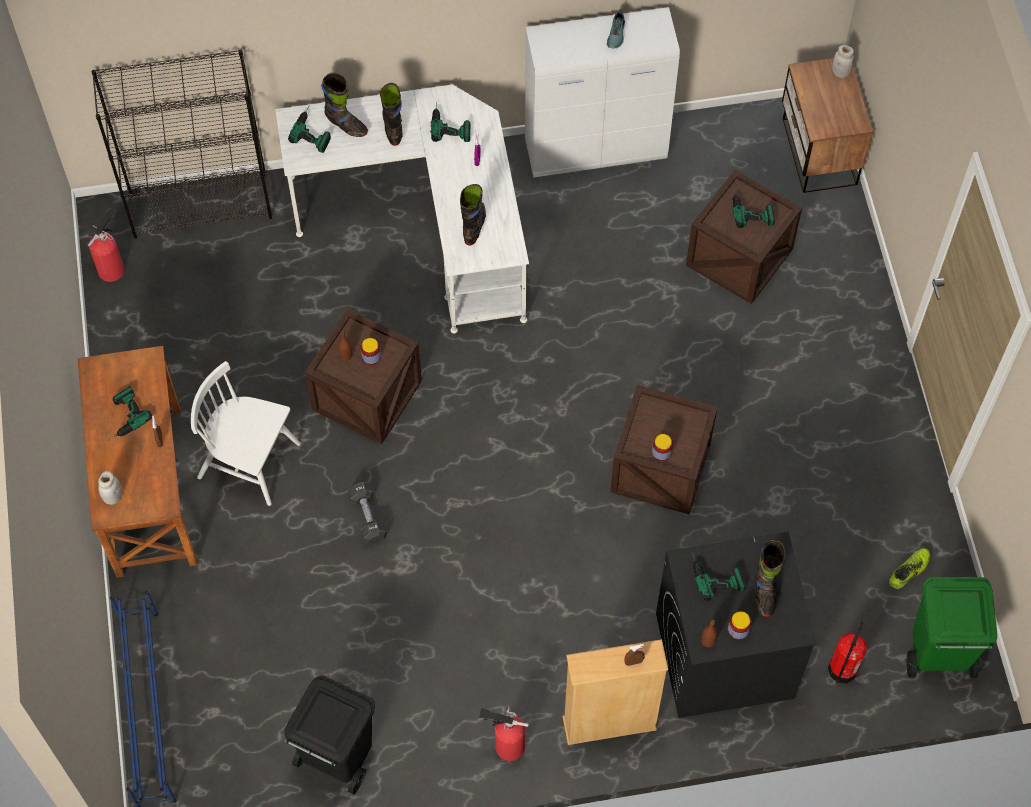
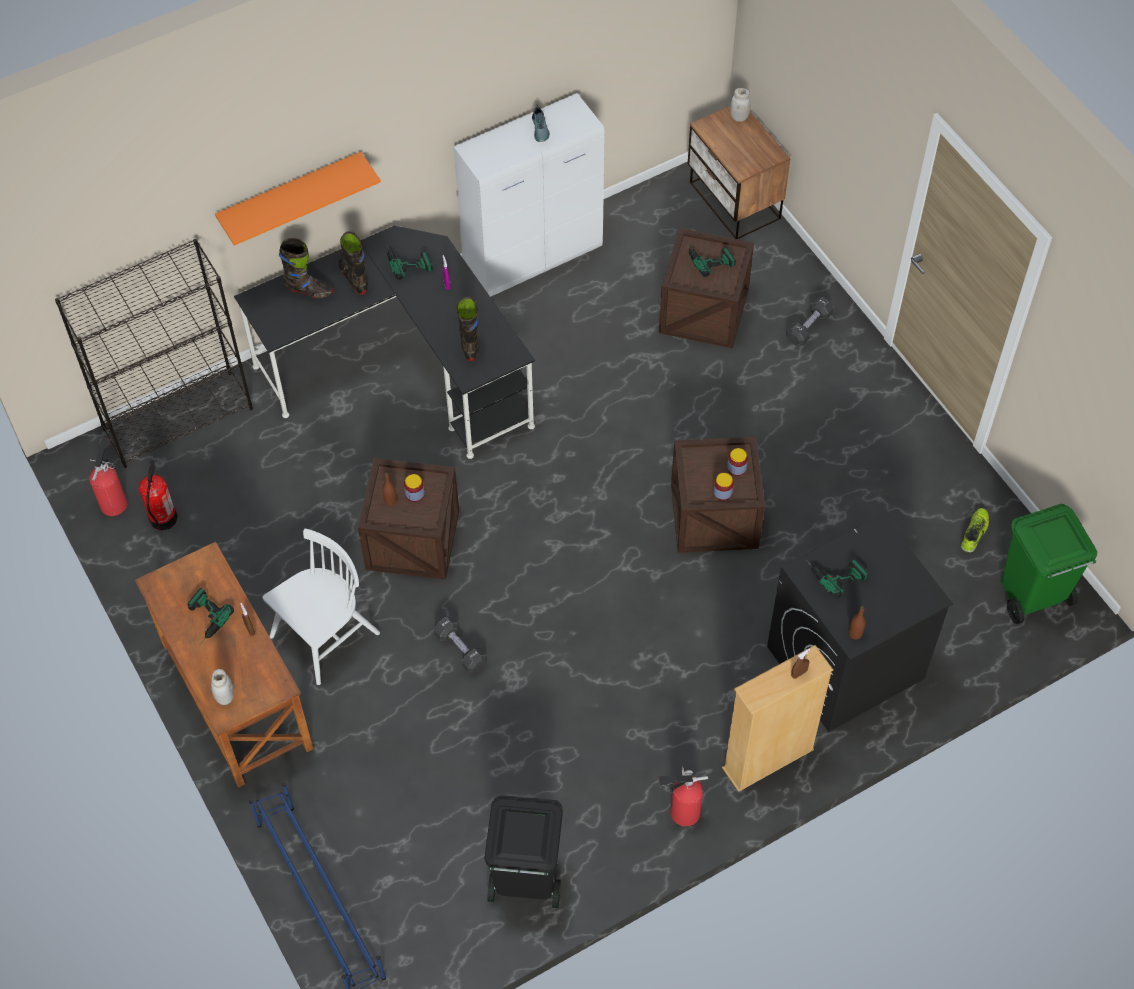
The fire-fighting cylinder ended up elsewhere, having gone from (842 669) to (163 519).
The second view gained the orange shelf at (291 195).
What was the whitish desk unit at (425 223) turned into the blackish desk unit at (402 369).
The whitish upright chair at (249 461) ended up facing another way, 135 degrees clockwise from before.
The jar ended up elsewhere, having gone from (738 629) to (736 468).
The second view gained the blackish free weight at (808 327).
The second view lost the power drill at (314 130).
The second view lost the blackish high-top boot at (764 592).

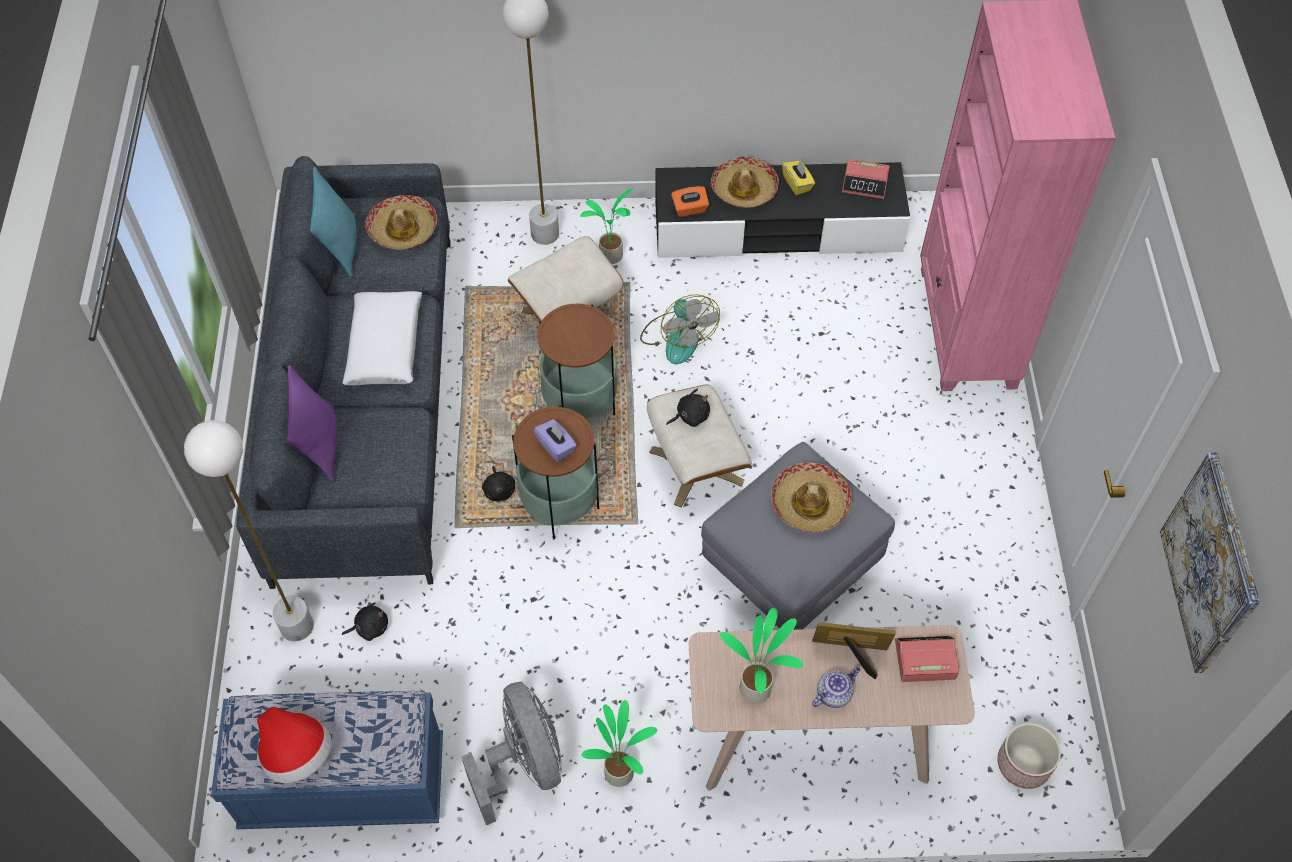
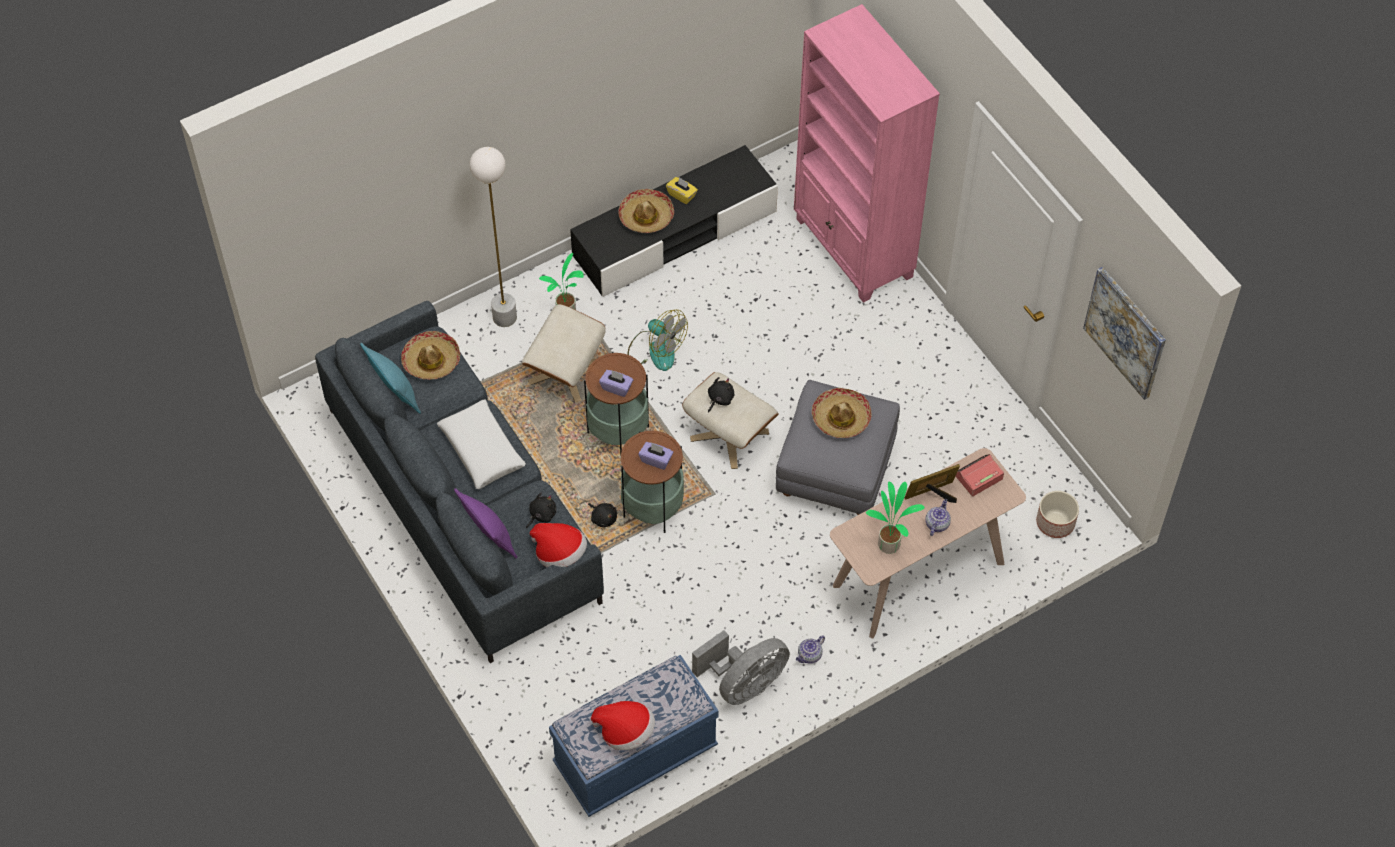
The blackish cuddly toy ended up elsewhere, having gone from (369 627) to (541 515).
The second view gained the wearable hat at (560 553).
The second view gained the purple tissue holder at (616 387).
The gray cooling fan at (523 764) ended up facing another way, 105 degrees clockwise from before.
Where the houseplant stood at (620 771), the teapot came to stand at (809 656).
The second view lost the whitish standing lamp at (296 626).
The second view lost the orange tissue holder at (690 209).
The second view lost the bedside clock at (865 183).

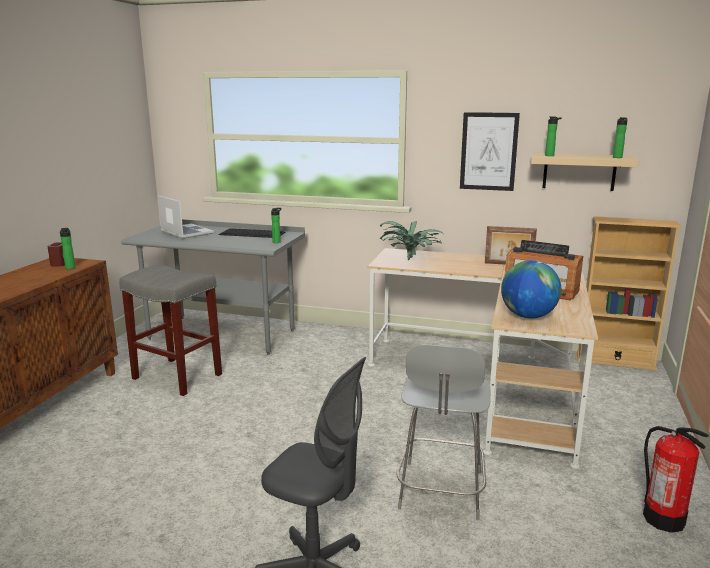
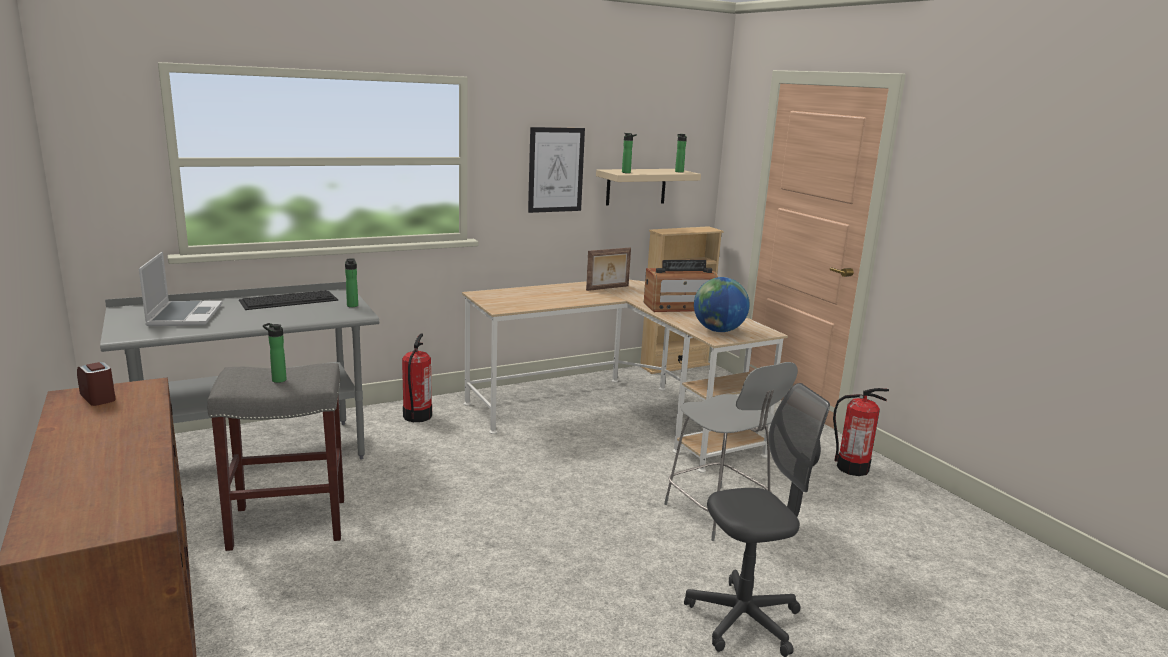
The notebook computer at (185 232) ended up facing another way, 75 degrees clockwise from before.
The bottle ended up elsewhere, having gone from (70 267) to (277 380).
The second view gained the fire-fighting cylinder at (417 416).
The second view lost the houseplant at (411 260).

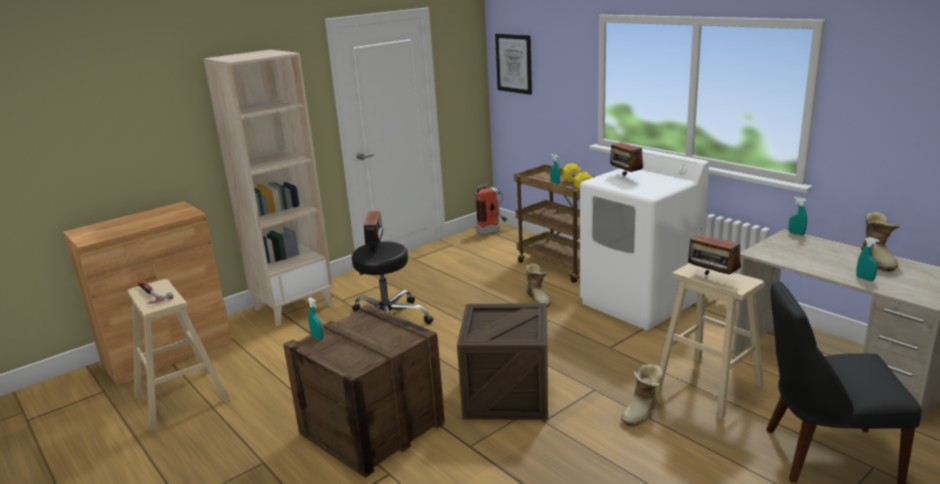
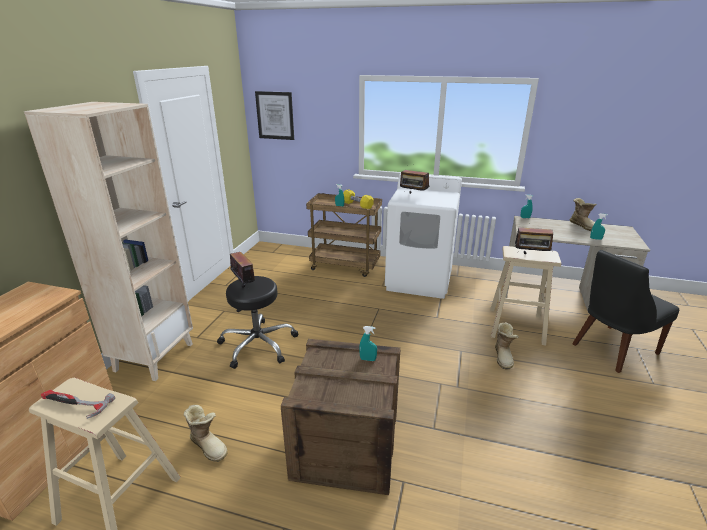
The high-top boot ended up elsewhere, having gone from (539 299) to (209 445).
The blue-green sprayer ended up elsewhere, having gone from (317 337) to (368 359).
The second view lost the packing crate at (507 394).
The second view lost the fire-fighting cylinder at (492 231).

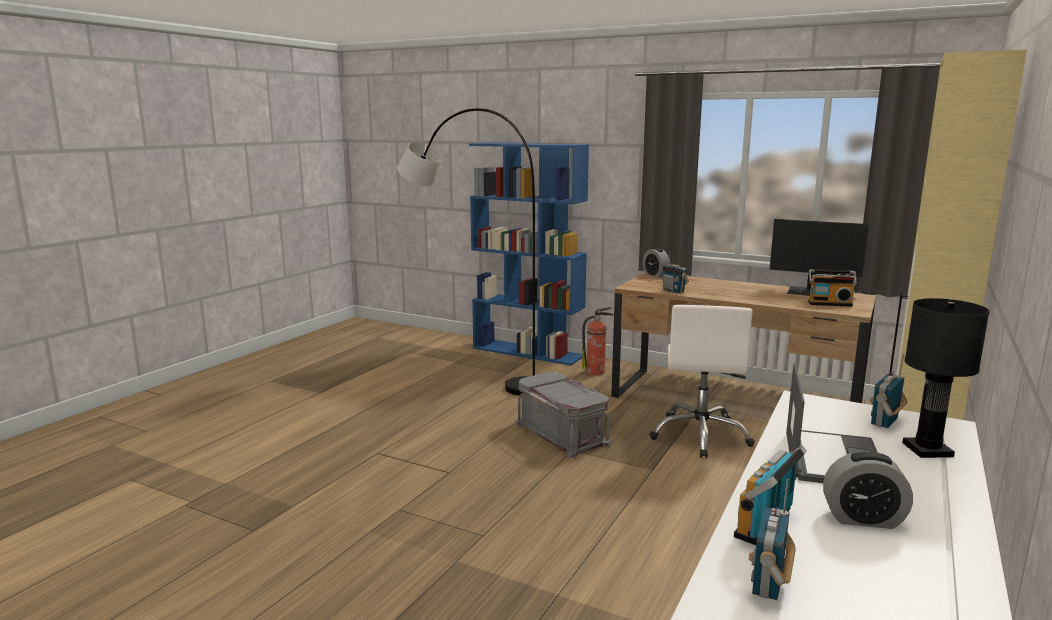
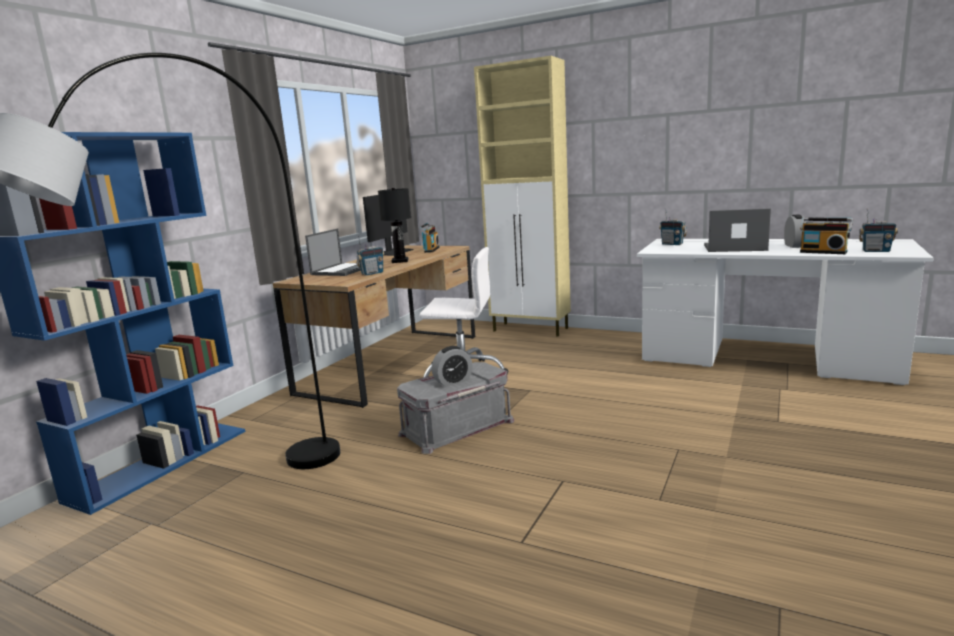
The second view gained the notebook computer at (343 270).
The blackish lamp for a table ended up elsewhere, having gone from (926 449) to (399 261).
The bedside clock ended up elsewhere, having gone from (655 275) to (453 381).
The second view lost the fire-fighting cylinder at (596 372).

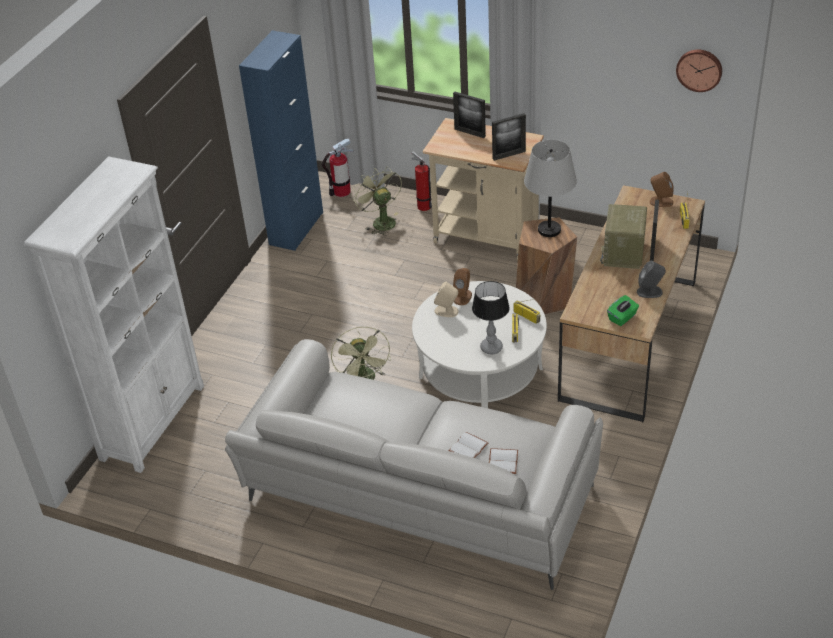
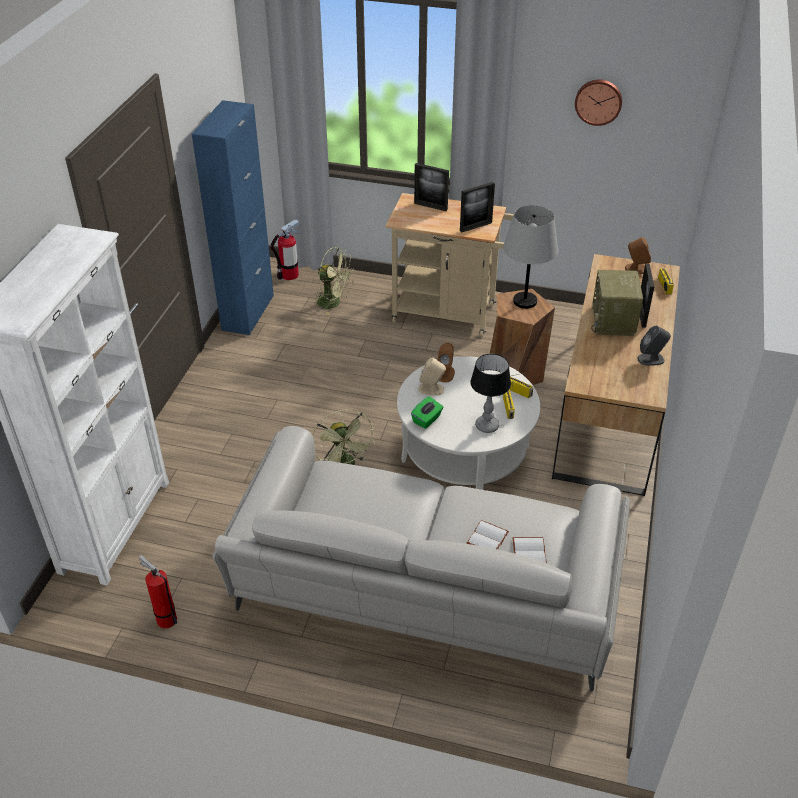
The fire-fighting cylinder ended up elsewhere, having gone from (422 206) to (165 618).
The greenish cooling fan at (380 221) ended up facing another way, 150 degrees clockwise from before.
The greenish tissue holder ended up elsewhere, having gone from (622 318) to (427 419).
The clock on the wall ended up elsewhere, having gone from (699 69) to (598 101).

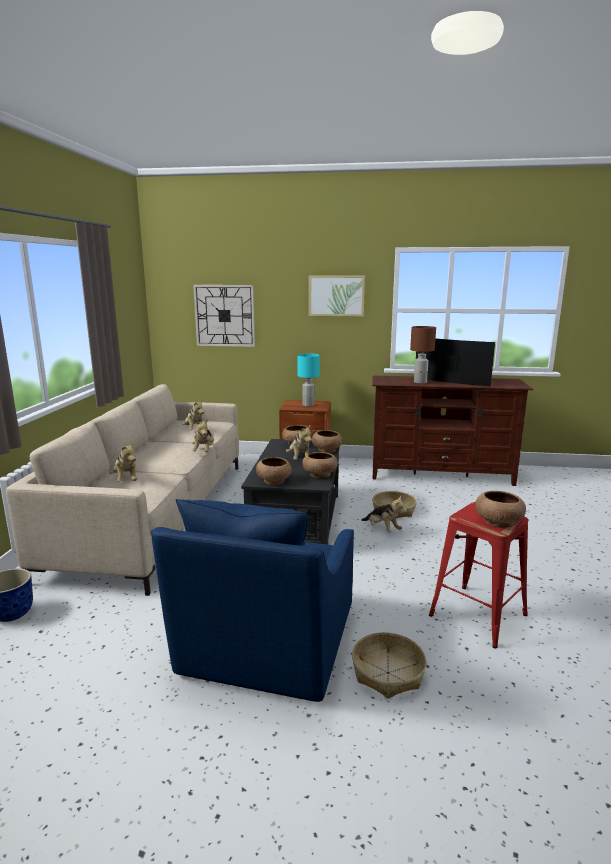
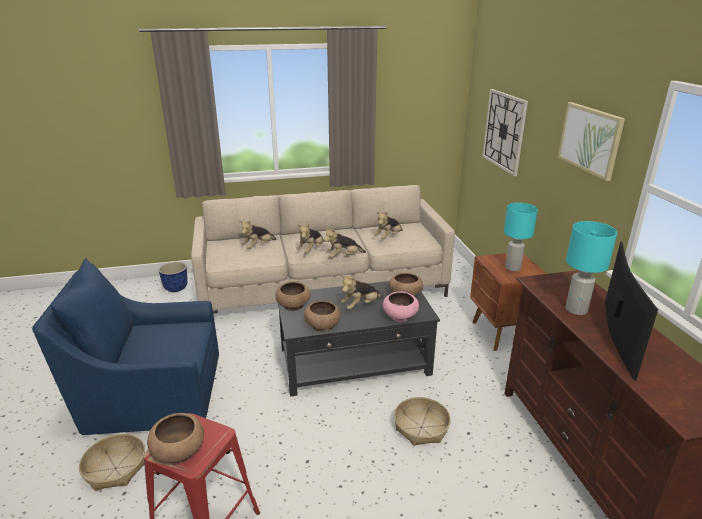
The cuddly toy ended up elsewhere, having gone from (382 529) to (311 250).
What was the brown deep dish at (327 450) turned into the pink deep dish at (400 316).
What was the brown lamp for a table at (420 382) turned into the blue-green lamp for a table at (576 310).

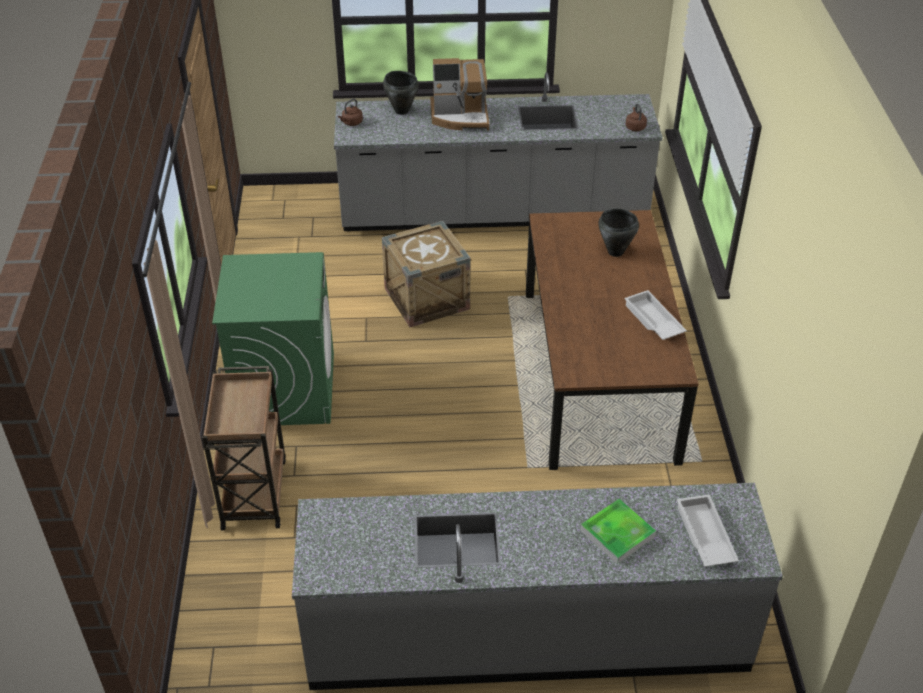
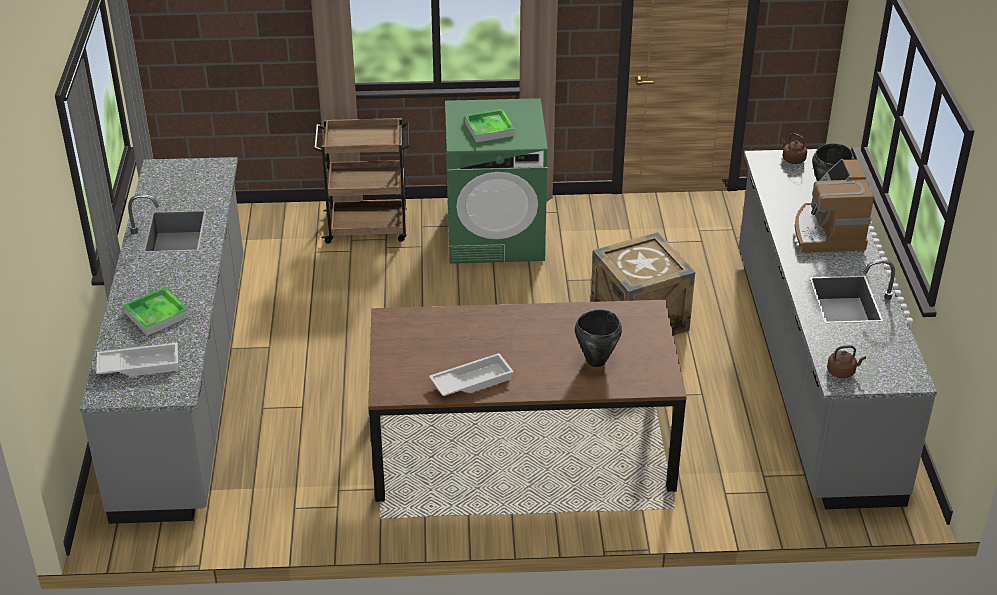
The second view gained the tray at (489 129).

